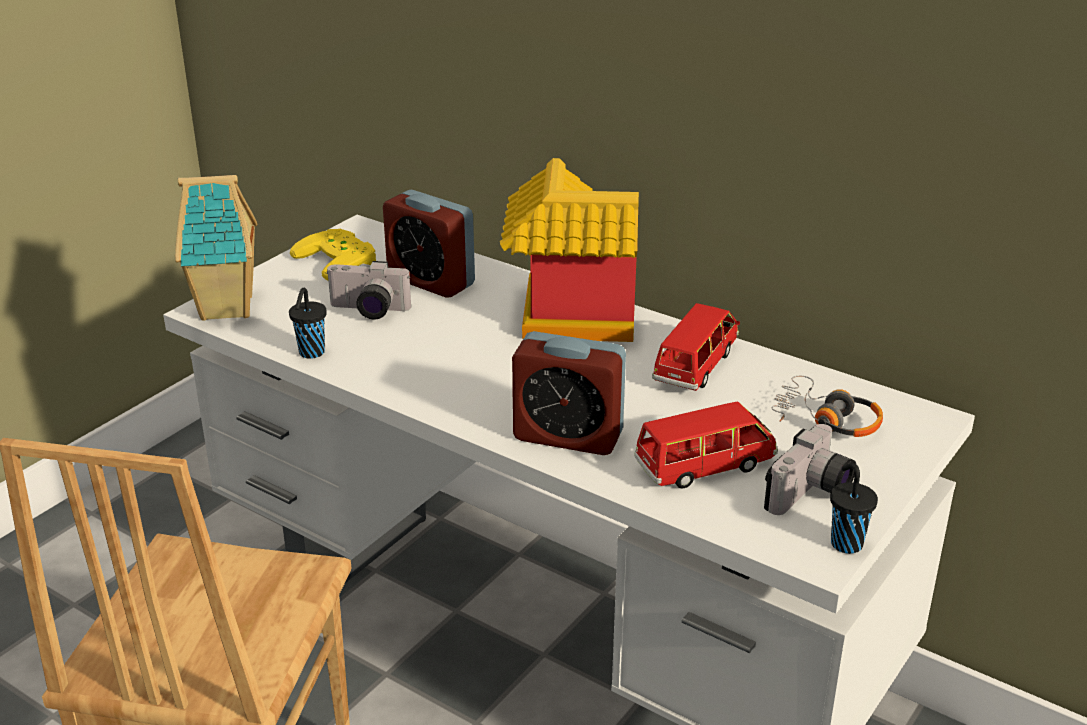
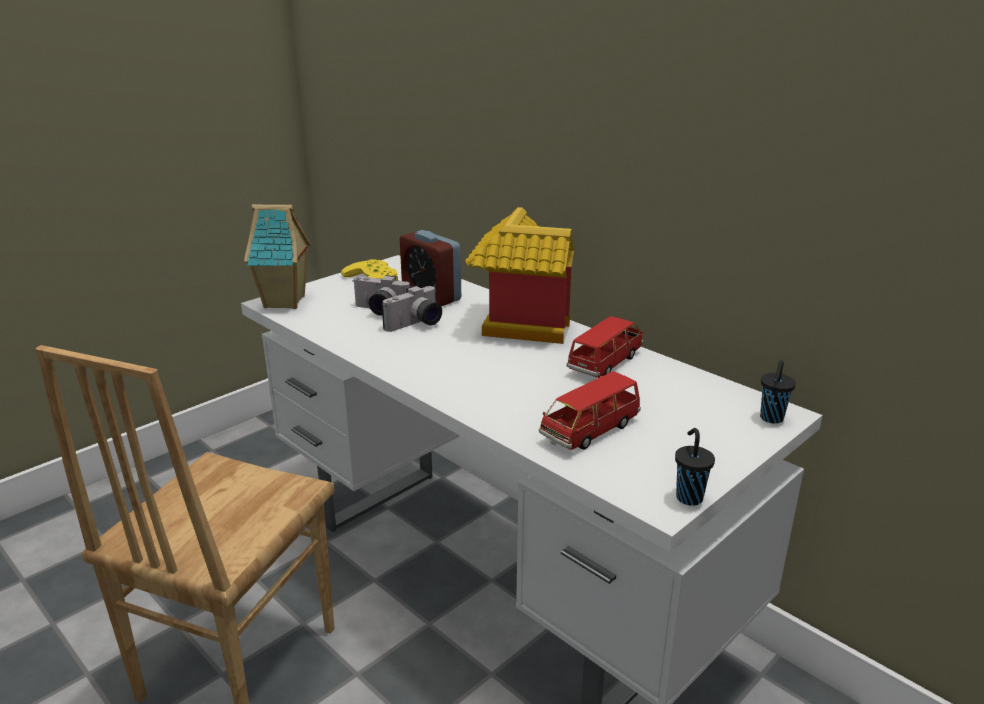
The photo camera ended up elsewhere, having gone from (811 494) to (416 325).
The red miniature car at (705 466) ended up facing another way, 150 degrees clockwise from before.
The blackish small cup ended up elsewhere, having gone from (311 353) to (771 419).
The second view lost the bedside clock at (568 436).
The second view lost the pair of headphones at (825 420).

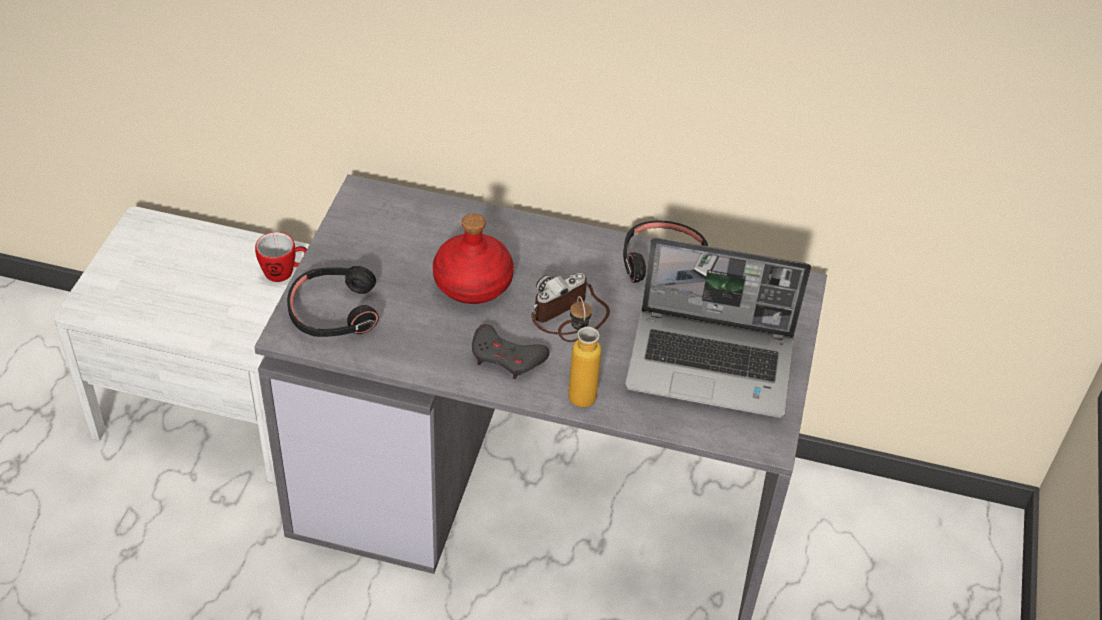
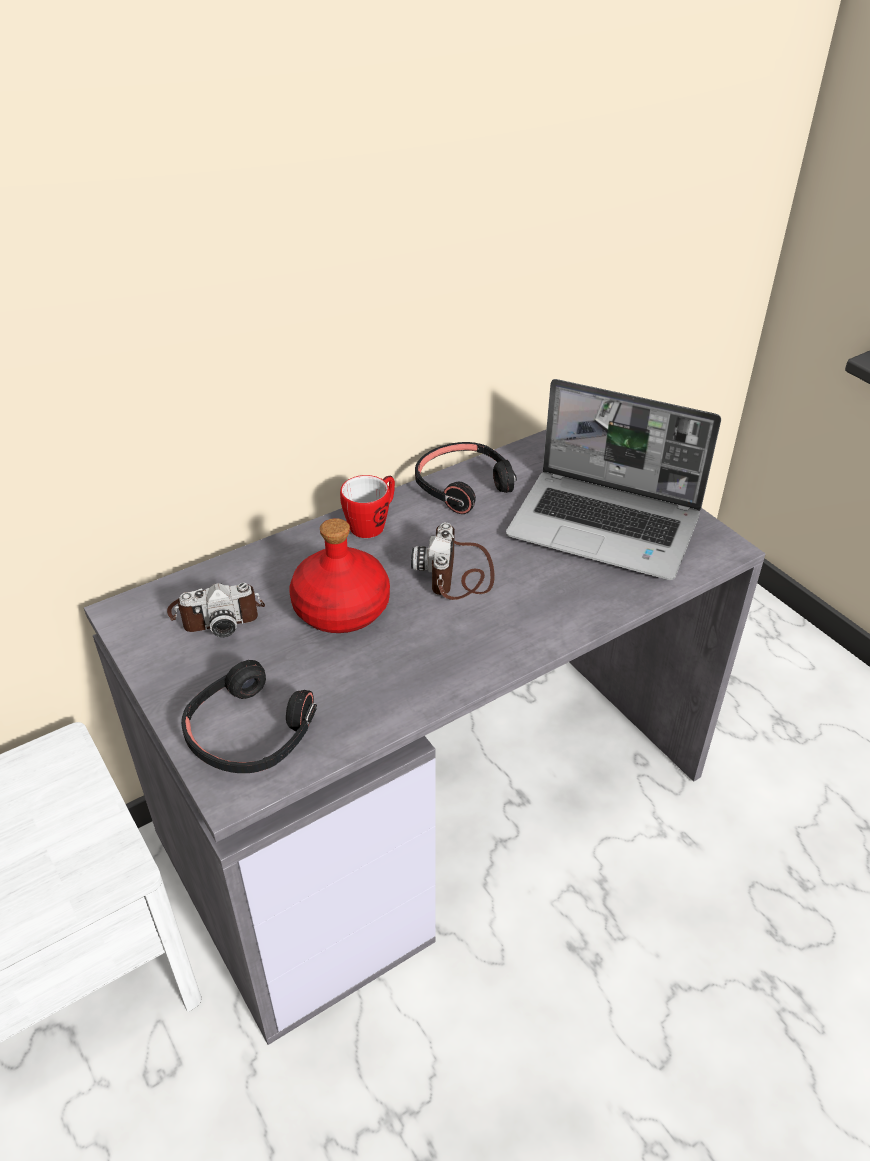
The second view gained the photo camera at (217 613).
The coffee mug ended up elsewhere, having gone from (285 272) to (372 524).
The notebook computer at (712 364) ended up facing another way, 60 degrees clockwise from before.
The second view lost the gray gamepad at (506 357).
The second view lost the bottle at (578 388).

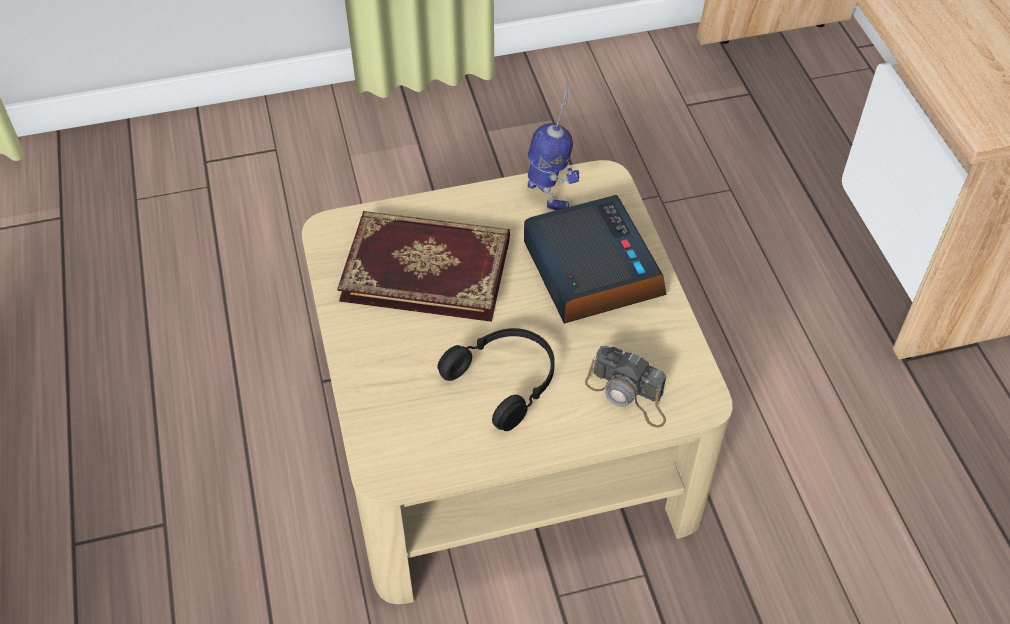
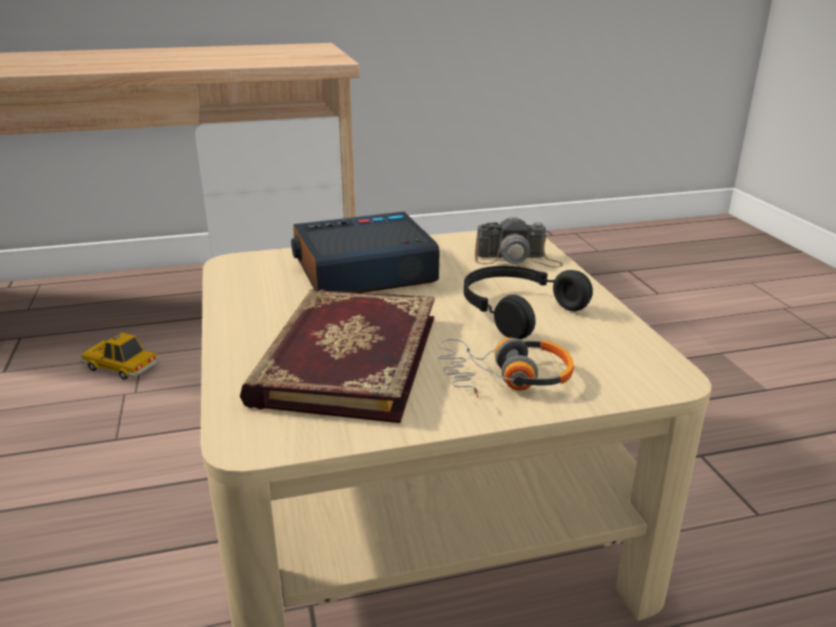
The second view gained the miniature car at (121 366).
The second view gained the pair of headphones at (505 378).
The photo camera at (628 394) ended up facing another way, 60 degrees clockwise from before.
The second view lost the robot figure at (549 194).

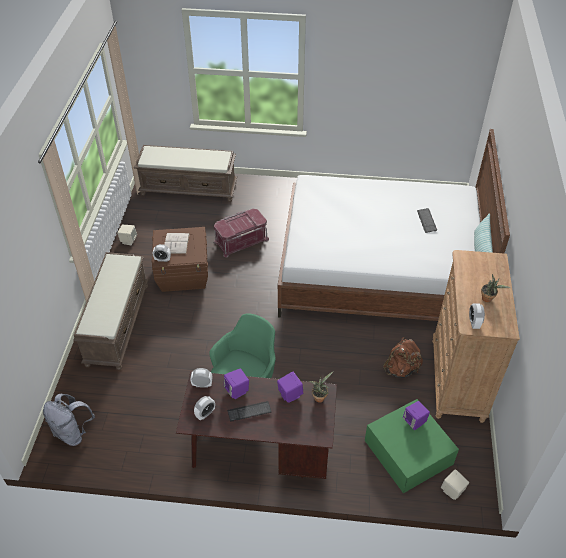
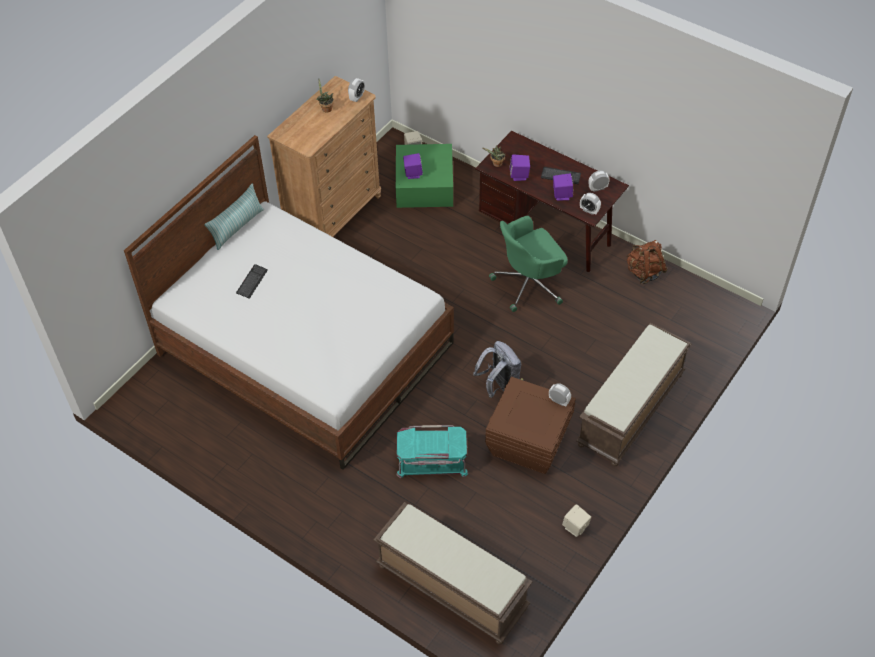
What was the red storage bin at (241 240) turned into the blue-green storage bin at (432 461).
The gray backpack ended up elsewhere, having gone from (73 432) to (499 386).
The brown backpack ended up elsewhere, having gone from (401 369) to (644 272).
The second view lost the whitish bound book at (176 243).

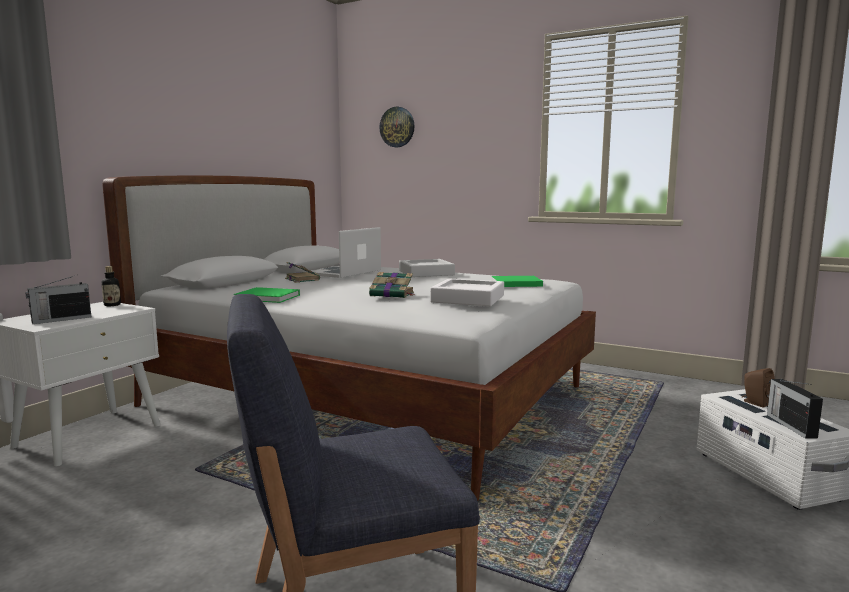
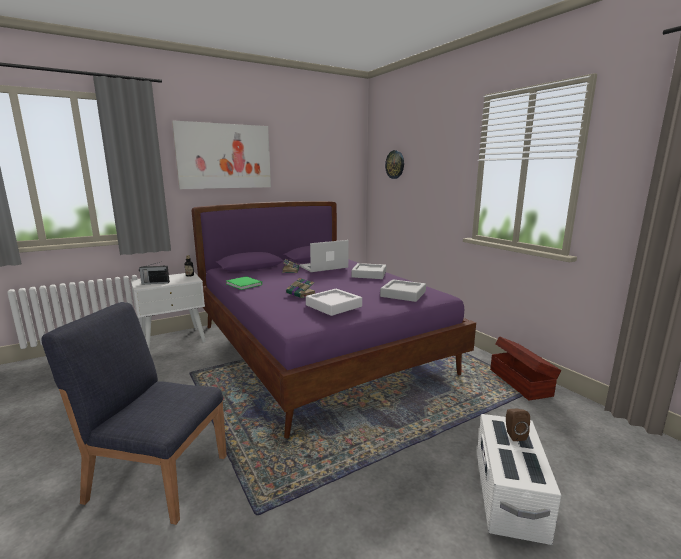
The second view gained the picture at (224 156).
What was the whitish bed at (368 397) turned into the purple bed at (318 349).
Where the greenish bound book stood at (515 283), the gray tray came to stand at (403 294).
The second view gained the brown storage bin at (520 382).
The second view lost the radio receiver at (790 425).

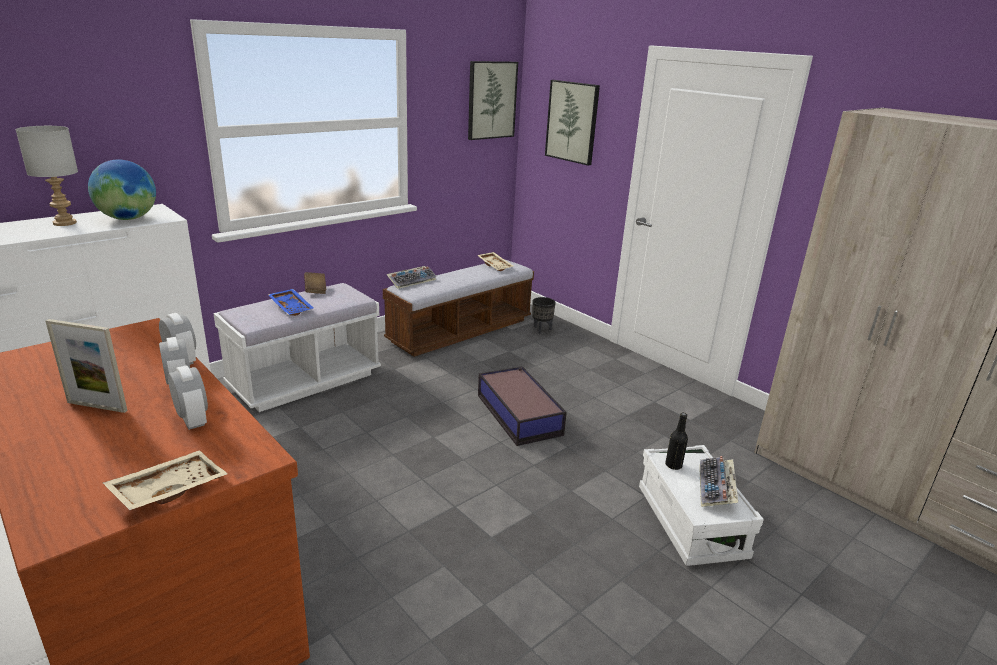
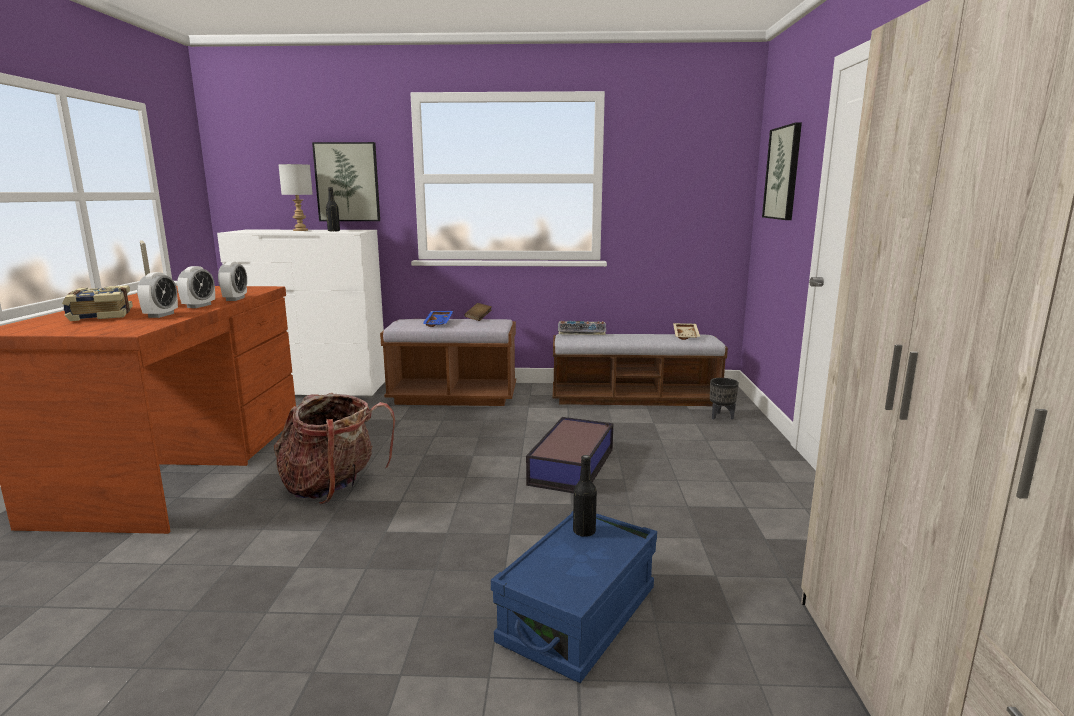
The second view gained the bound book at (99 315).
The second view gained the backpack at (333 487).
The picture ended up elsewhere, having gone from (491 100) to (347 182).
Where the globe stood at (128 219), the blackish bottle came to stand at (334 231).
What was the whitish indoor bench at (305 381) turned into the brown indoor bench at (453 397).
What was the whitish storage bin at (690 522) turned into the blue-coloured storage bin at (578 616).
The second view lost the beige-coloured tray at (168 489).
The second view lost the PC keyboard at (716 488).

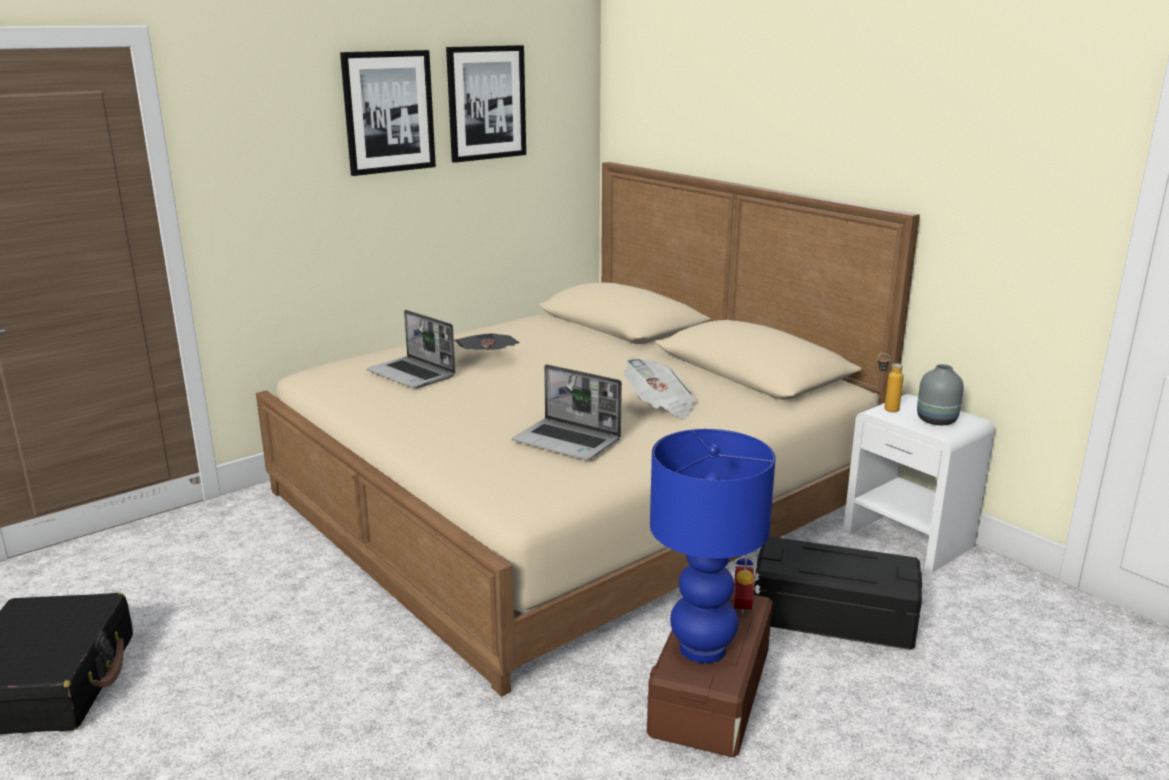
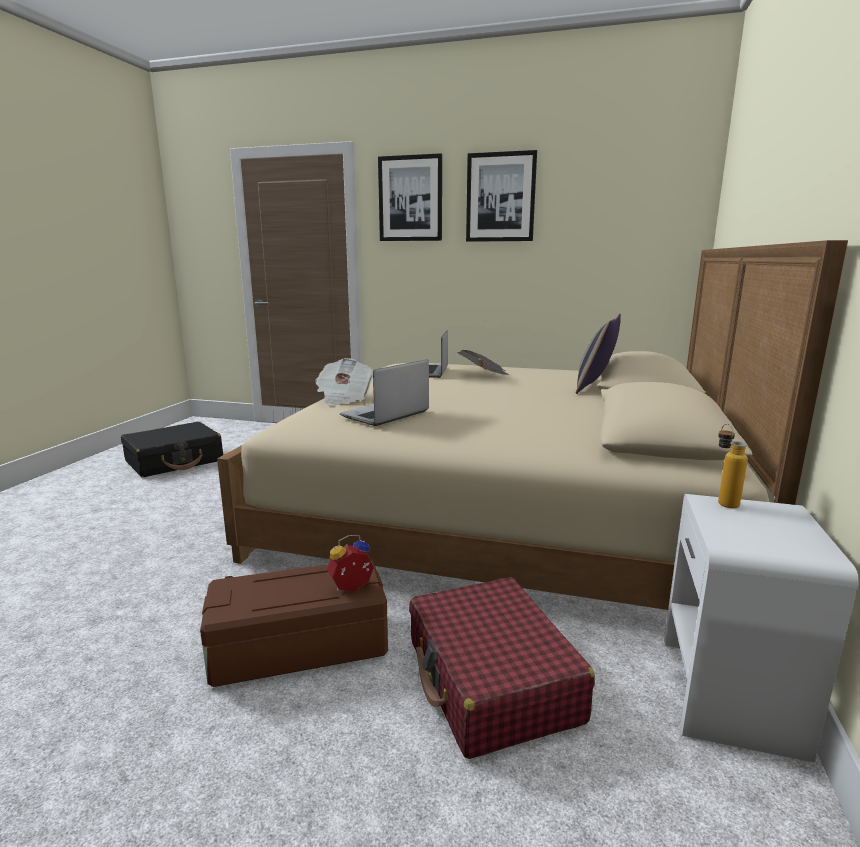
The newspaper ended up elsewhere, having gone from (660 407) to (344 398).
The notebook computer at (568 441) ended up facing another way, 45 degrees clockwise from before.
The picture ended up elsewhere, having gone from (486 103) to (410 199).
Where the blackish storage bin stood at (833 616), the red travel case came to stand at (491 681).
The second view gained the cushion at (595 387).
The second view lost the blue-coloured lamp for a table at (702 648).
The second view lost the gray decorative vase at (935 420).

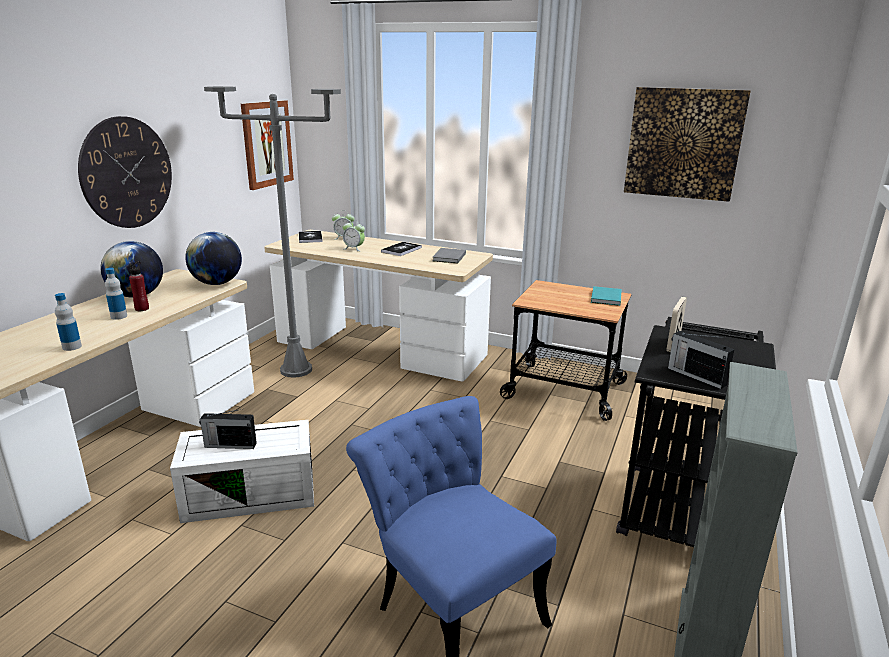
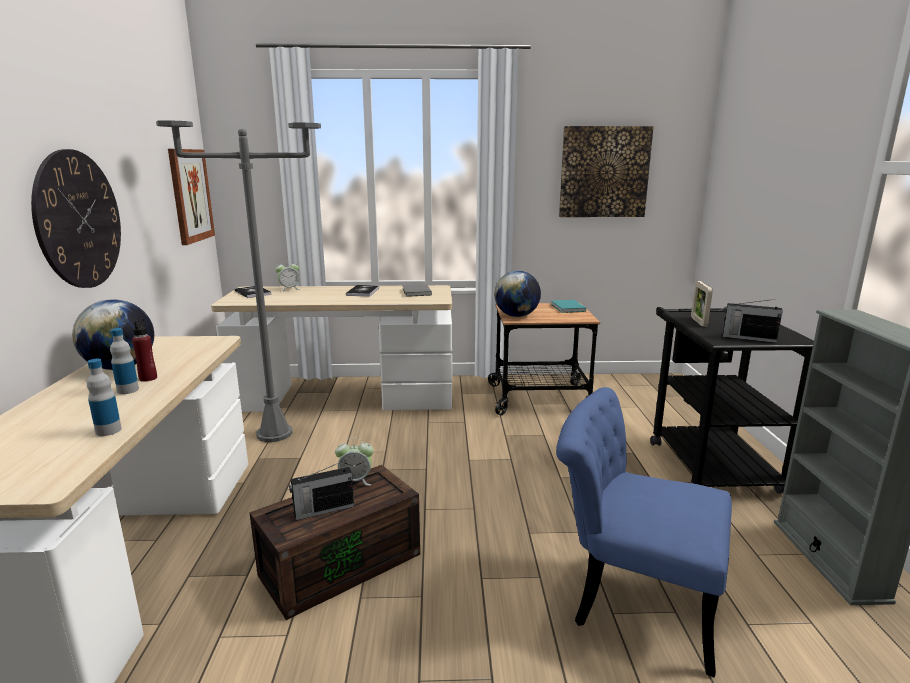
What was the whitish storage bin at (252 493) turned into the brown storage bin at (342 562).
The bedside clock ended up elsewhere, having gone from (354 248) to (355 481).
The globe ended up elsewhere, having gone from (217 283) to (516 316).

